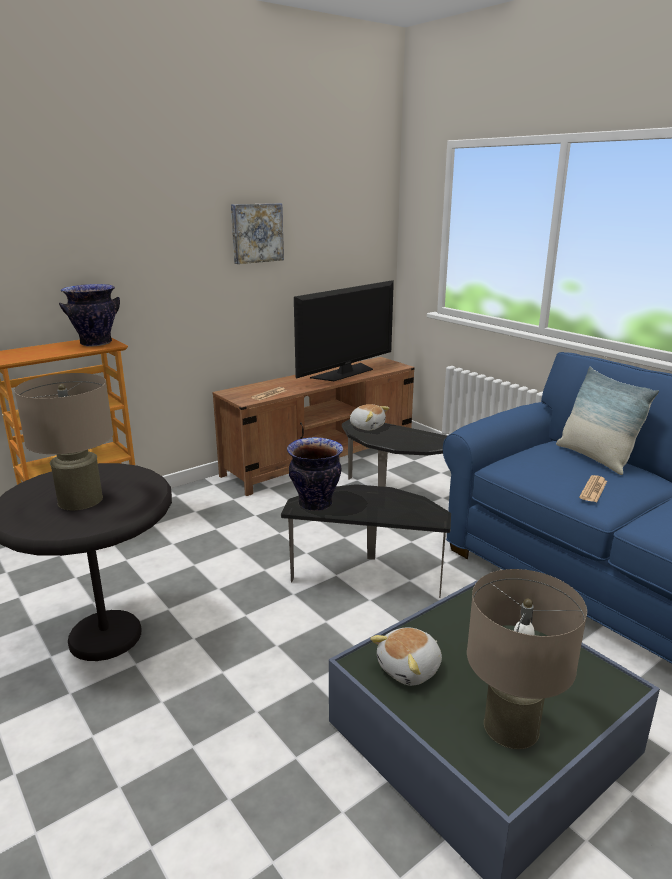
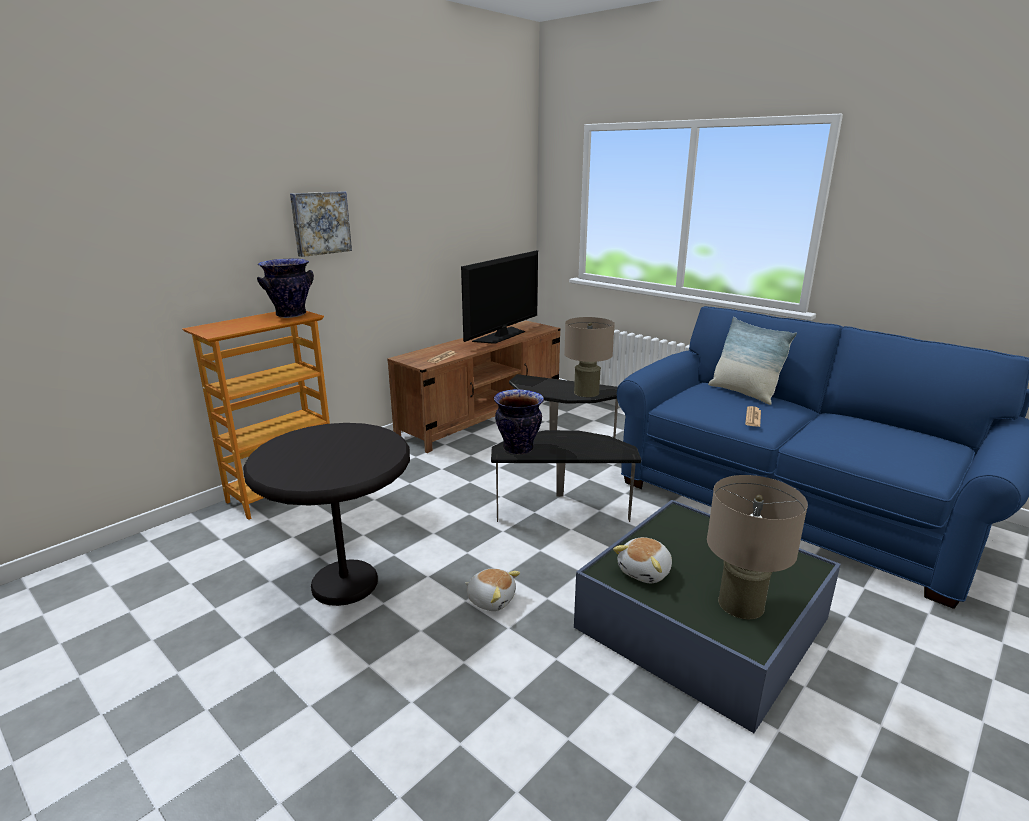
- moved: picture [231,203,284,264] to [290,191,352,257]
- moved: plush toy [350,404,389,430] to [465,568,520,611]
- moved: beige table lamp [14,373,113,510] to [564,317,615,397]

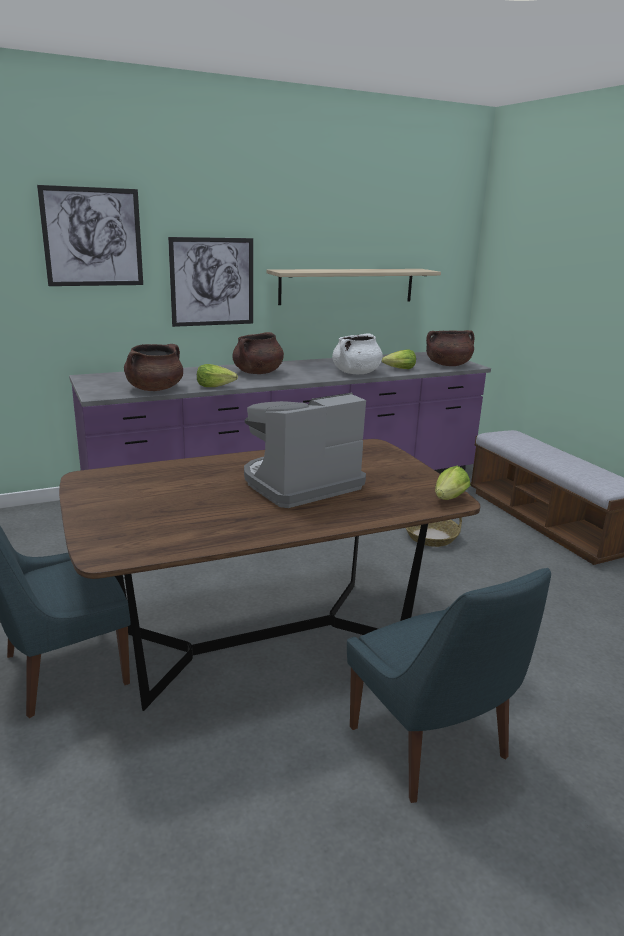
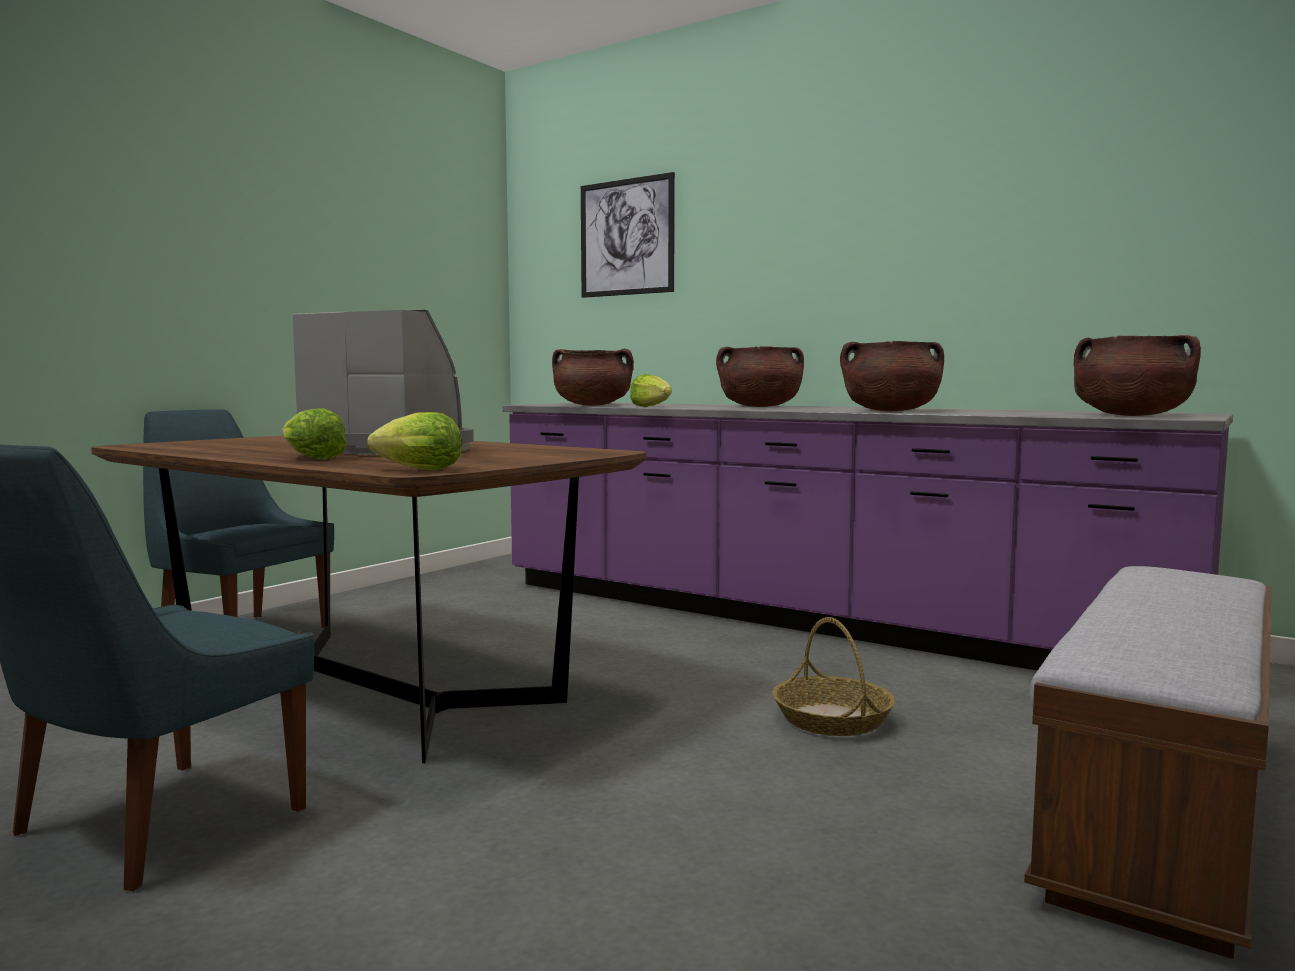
- moved: lettuce [382,350,416,369] to [283,408,347,460]
- recoloured: white cooking pot [332,334,383,374] to brown cooking pot [840,341,944,411]
- removed: picture [168,237,253,327]
- removed: shelf [266,269,441,305]

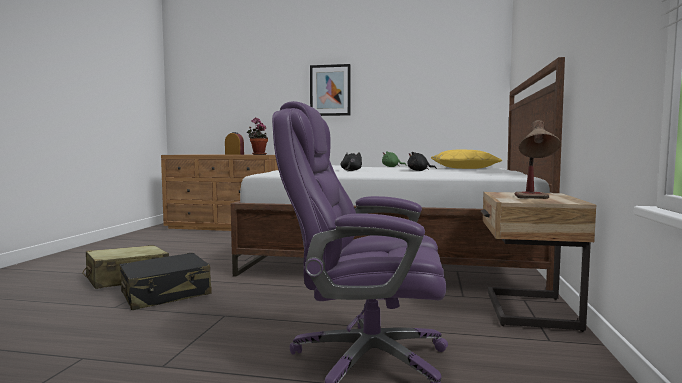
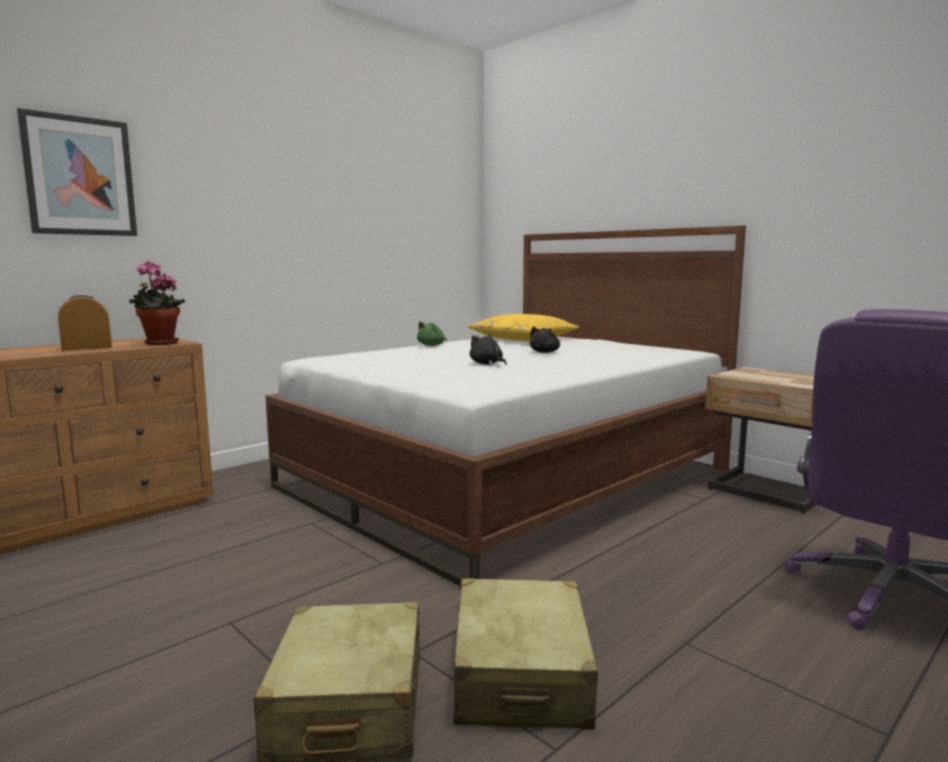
- moved: picture [310,64,351,116] to [17,108,137,236]
- recoloured: black suitcase [120,253,212,310] to beige suitcase [453,578,598,730]
- removed: table lamp [515,120,561,199]

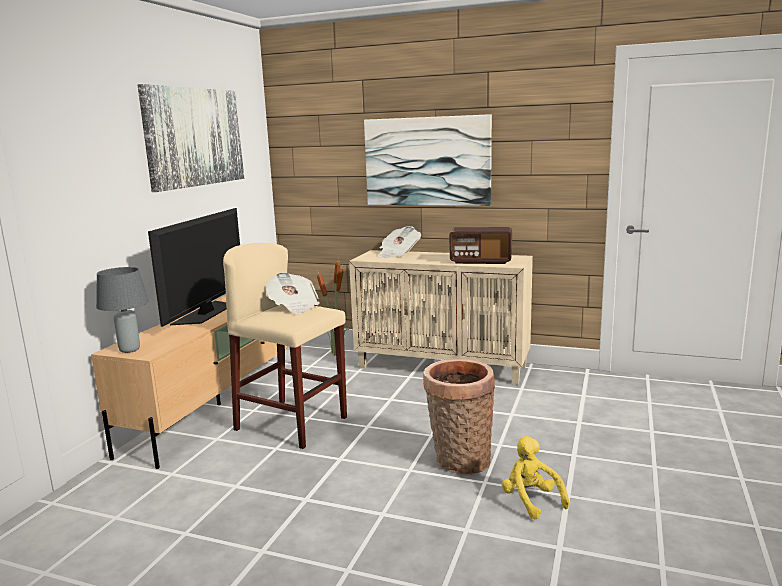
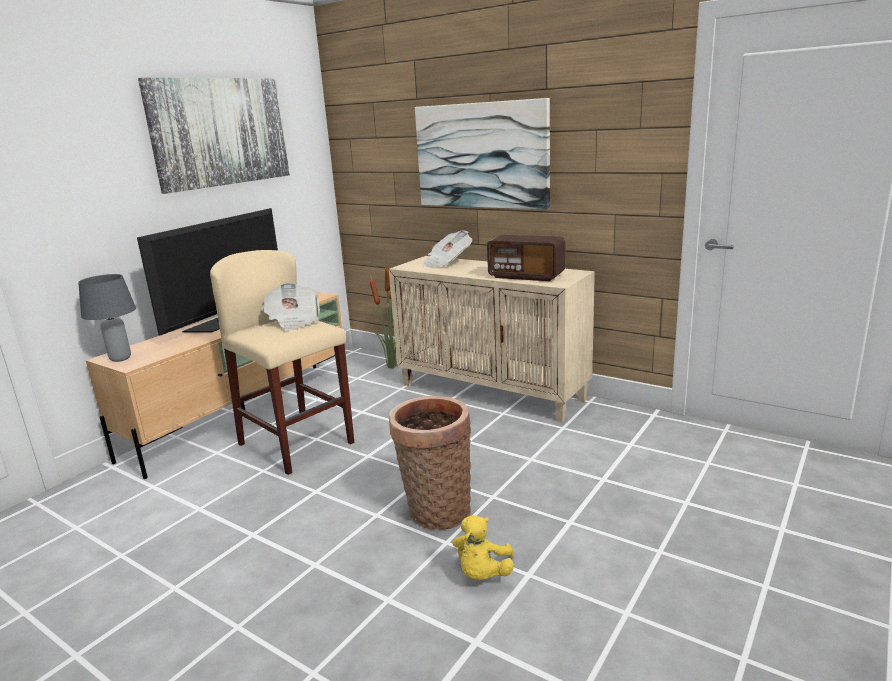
- turned: yellow plush toy [501,436,570,520] = [452,515,514,580] 150 degrees counterclockwise

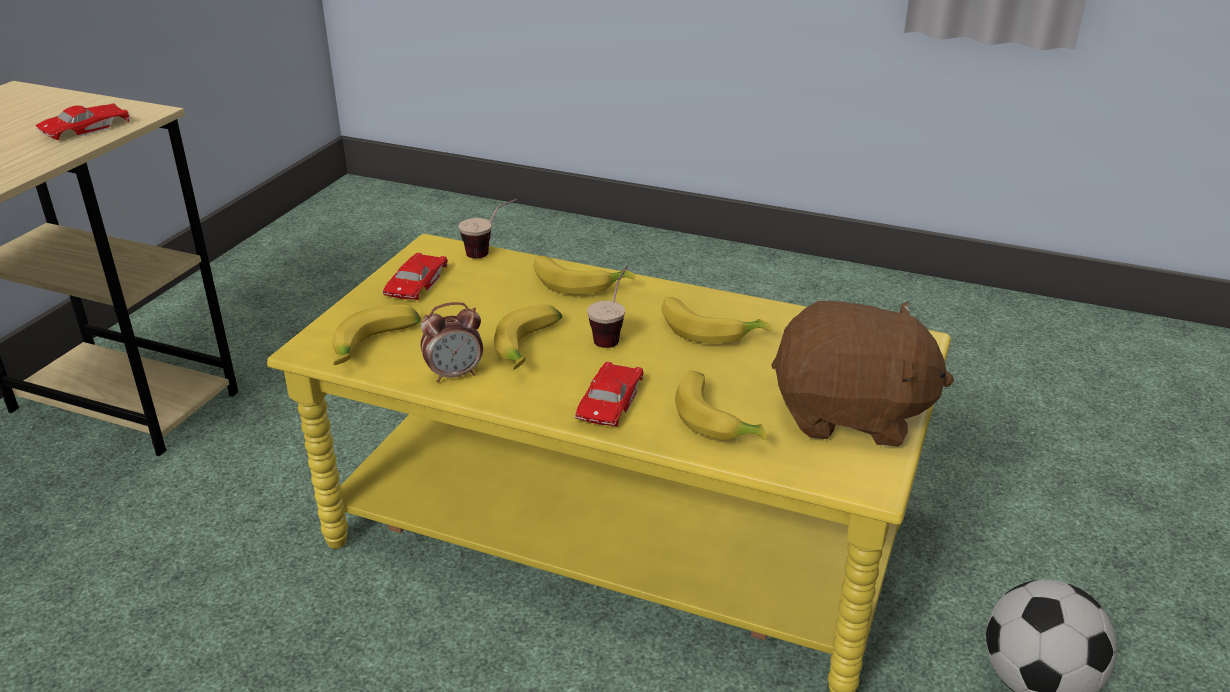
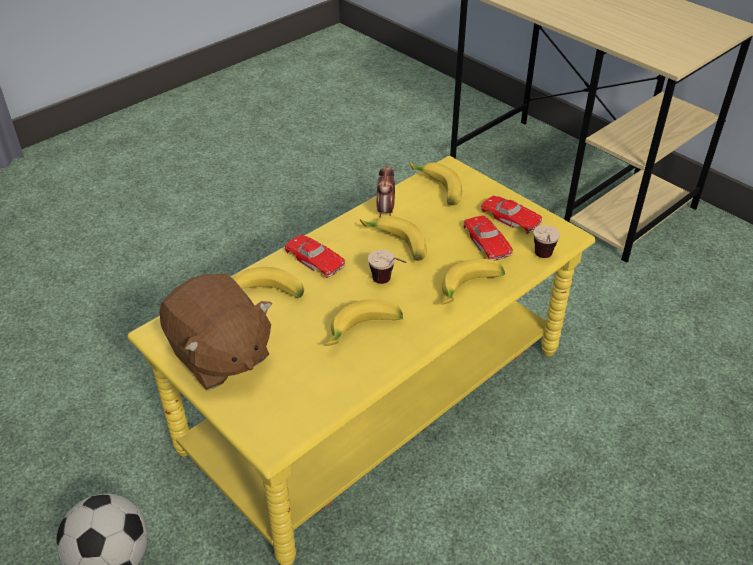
- turned: brown plush toy [771,301,954,446] = [160,273,272,390] 75 degrees counterclockwise
- moved: red toy car [35,104,131,140] to [463,216,513,260]

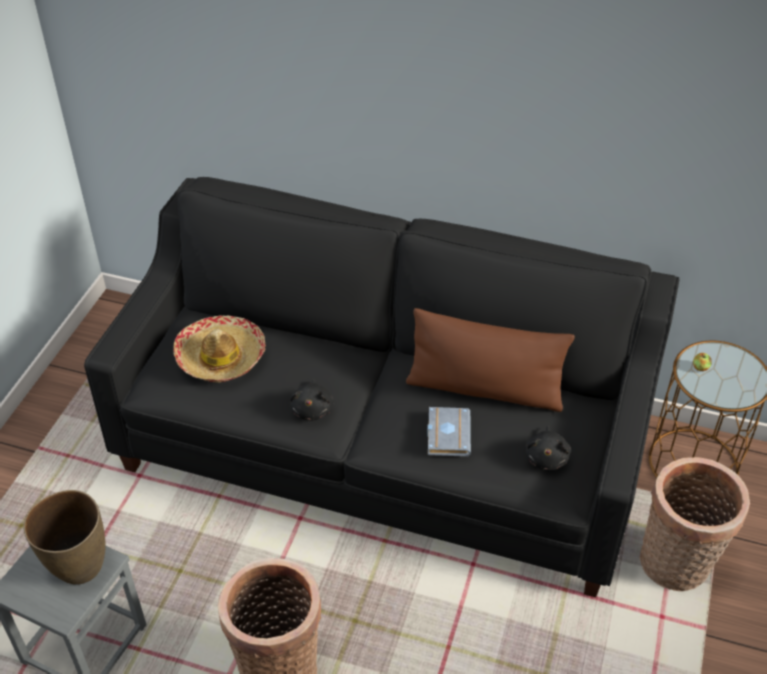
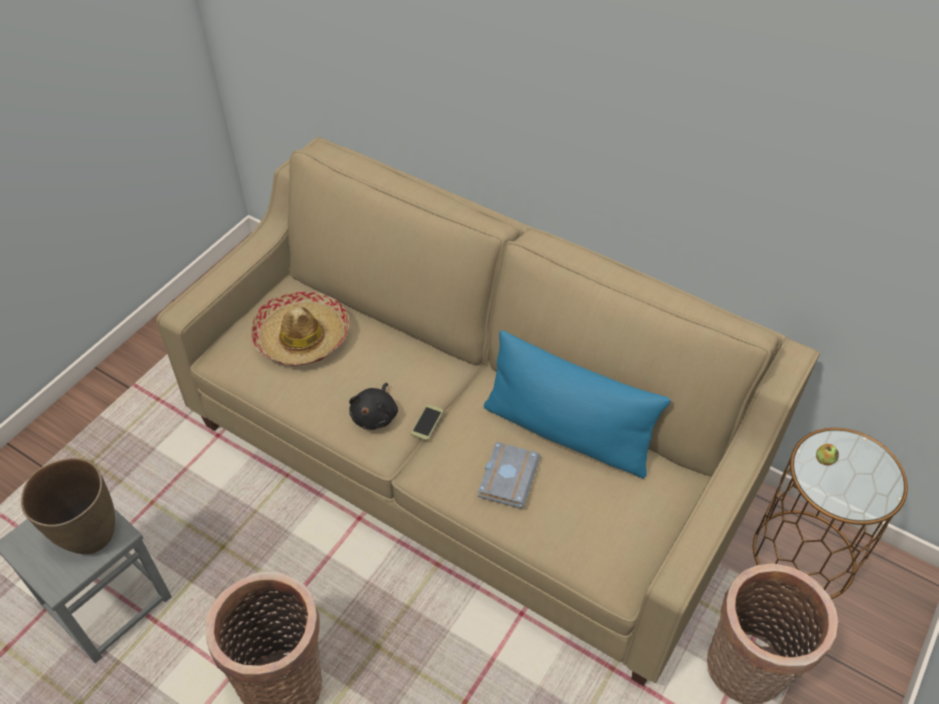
- recoloured: black sofa [84,177,679,597] to beige sofa [156,137,820,686]
- added: phone [411,404,443,440]
- recoloured: brown pillow [406,308,575,412] to blue pillow [484,330,670,479]
- removed: black plush toy [525,426,571,470]

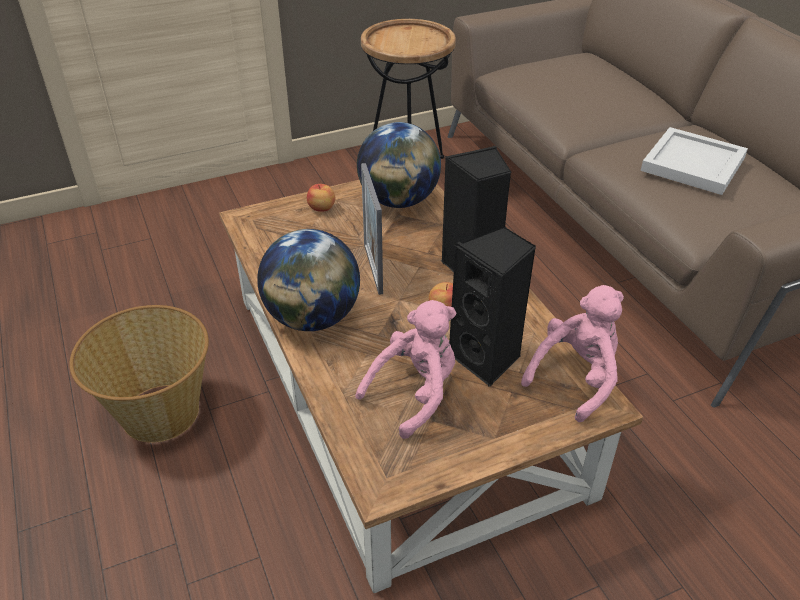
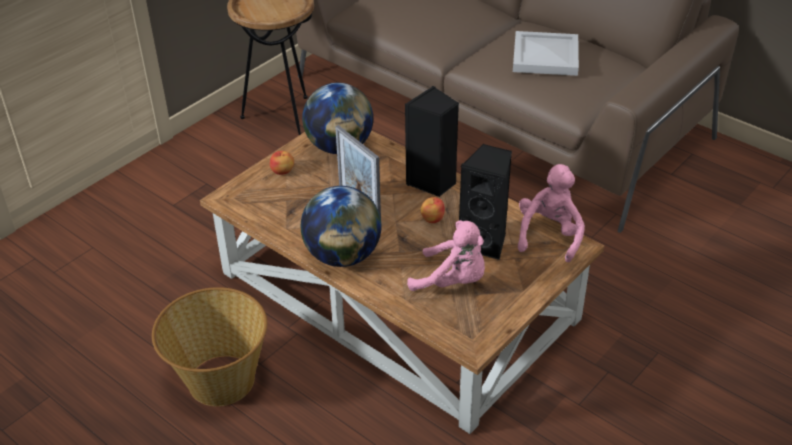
- turned: pink plush toy [355,300,456,439] = [407,220,485,291] 90 degrees clockwise

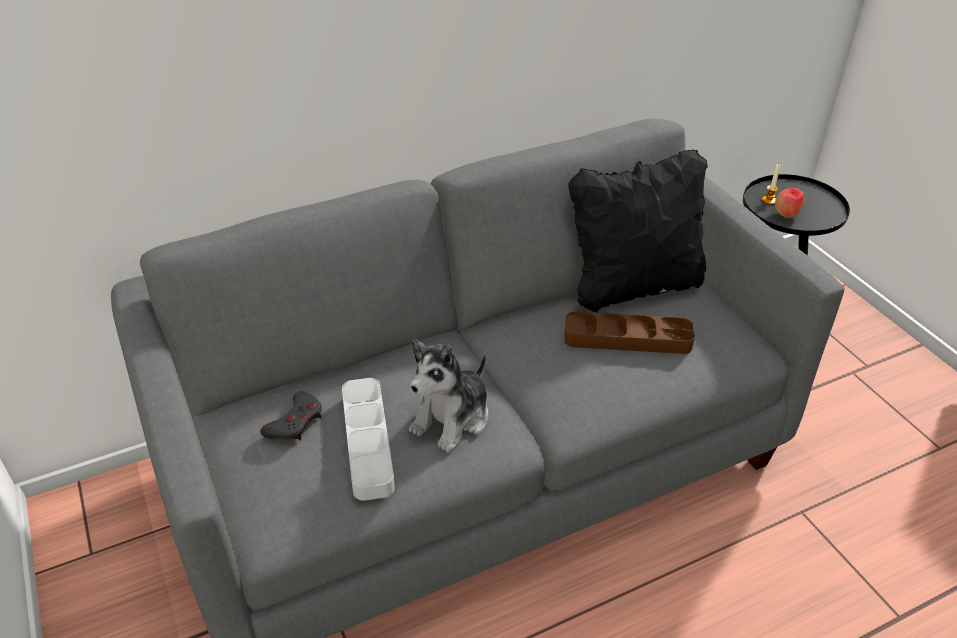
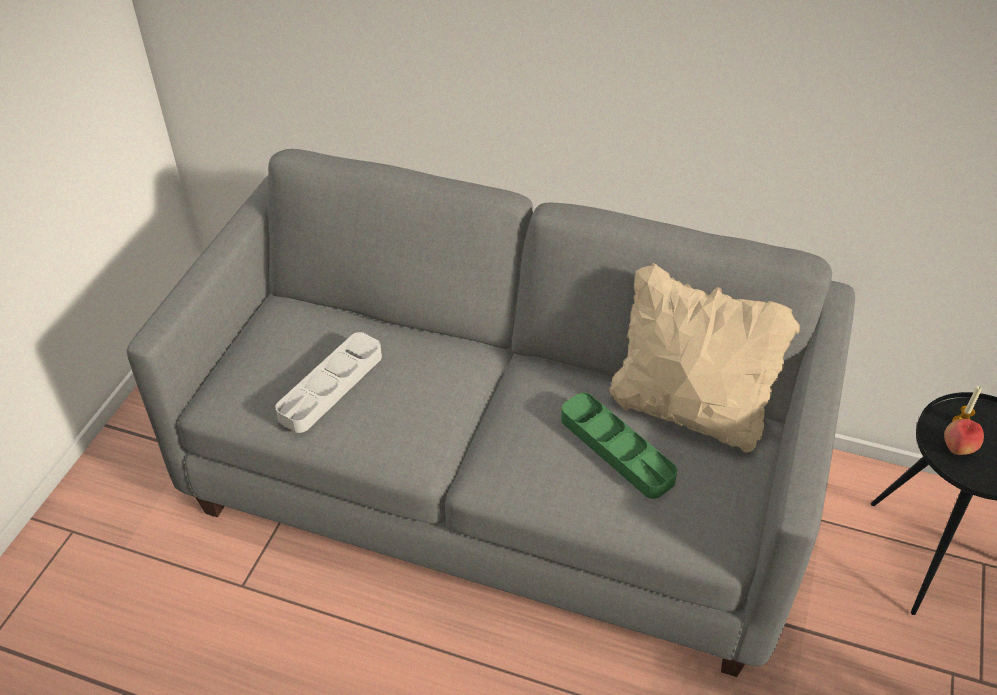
- recoloured: brown tray [564,312,695,354] to green tray [561,393,678,499]
- recoloured: black pillow [568,150,708,312] to beige pillow [609,263,800,453]
- removed: grey game controller [260,391,322,440]
- removed: plush toy [409,339,488,452]

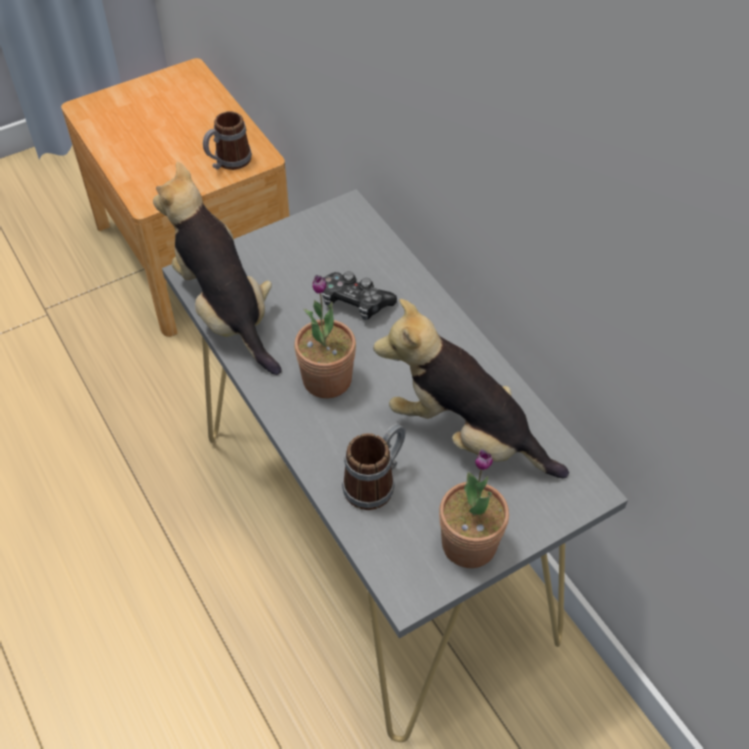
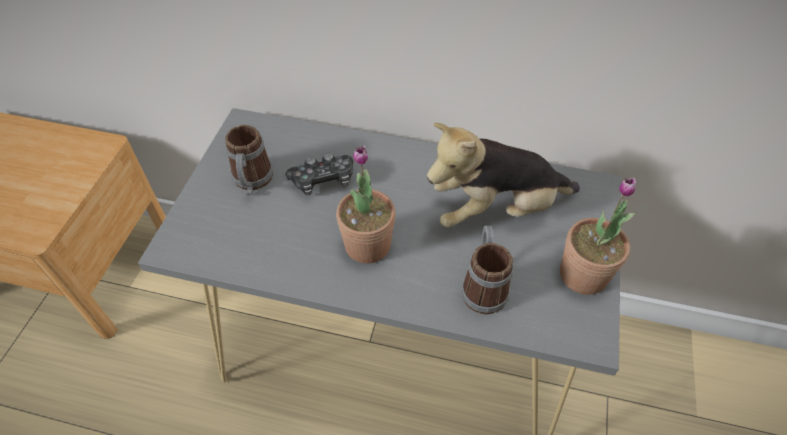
- moved: mug [203,111,252,170] to [225,125,273,195]
- removed: plush toy [153,162,281,375]

